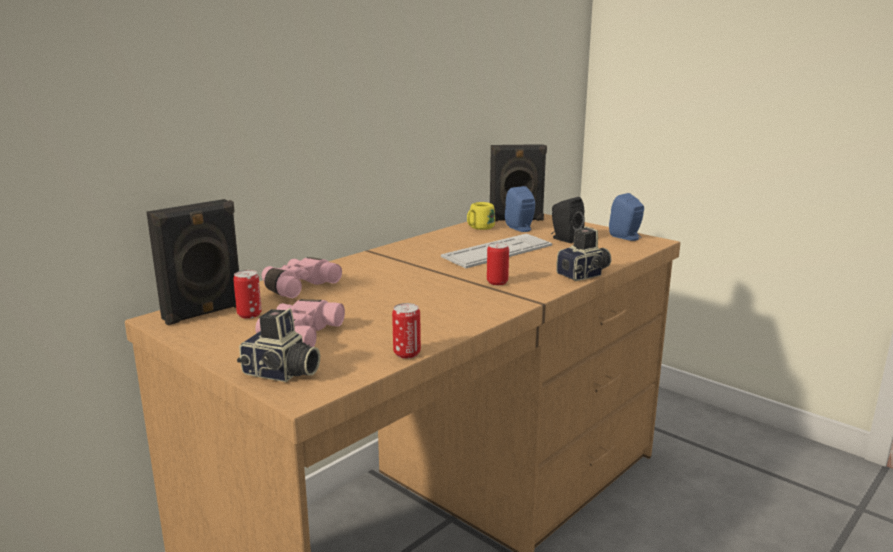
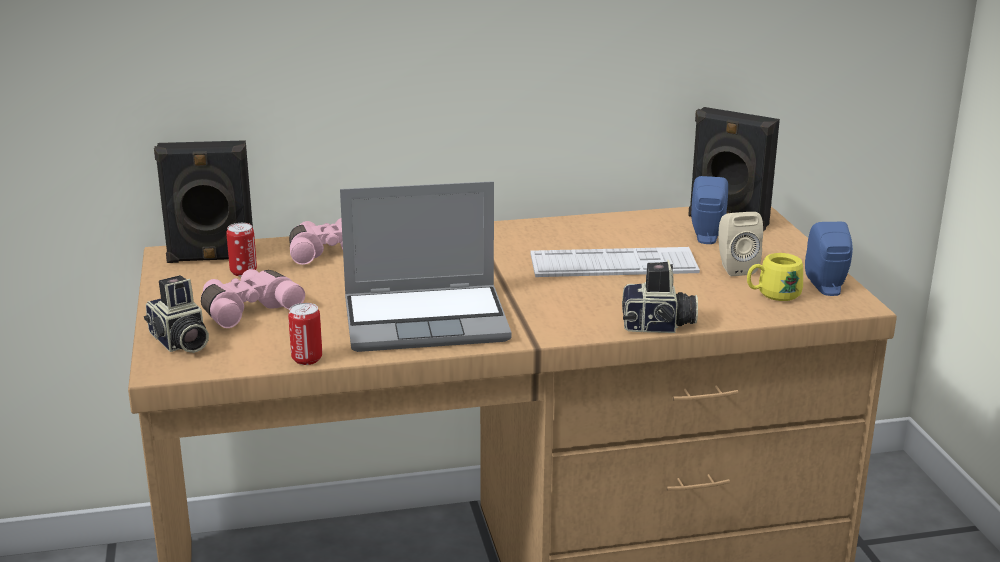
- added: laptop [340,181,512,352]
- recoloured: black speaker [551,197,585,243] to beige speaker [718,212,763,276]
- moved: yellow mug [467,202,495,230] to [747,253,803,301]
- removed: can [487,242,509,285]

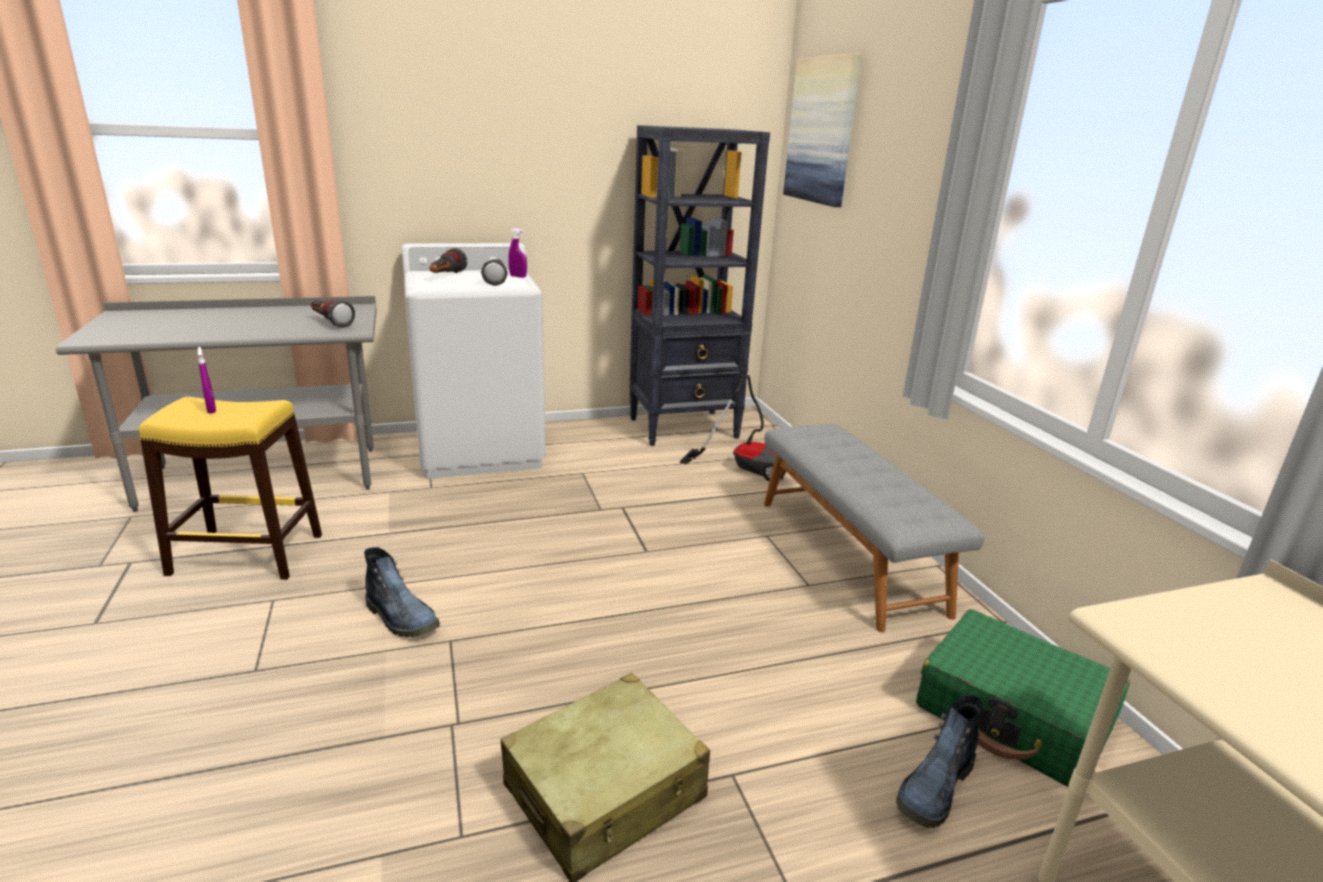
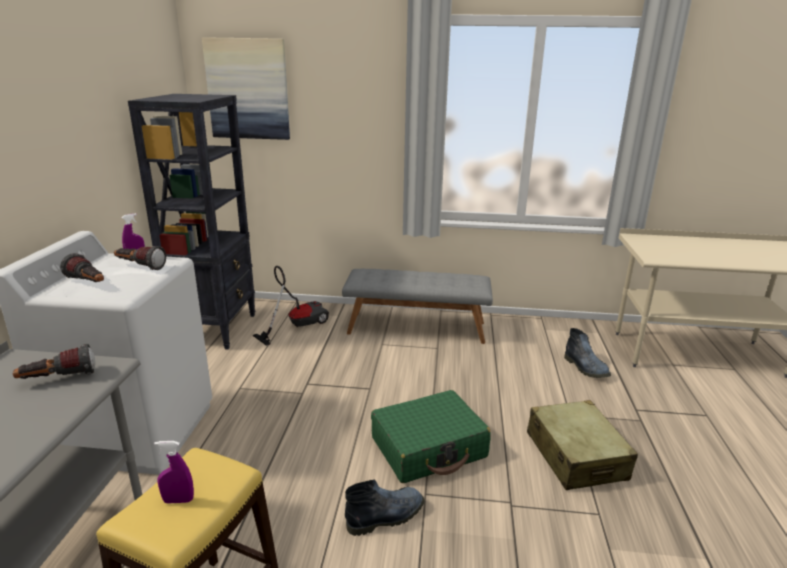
- moved: green suitcase [916,609,1130,786] to [371,390,491,483]

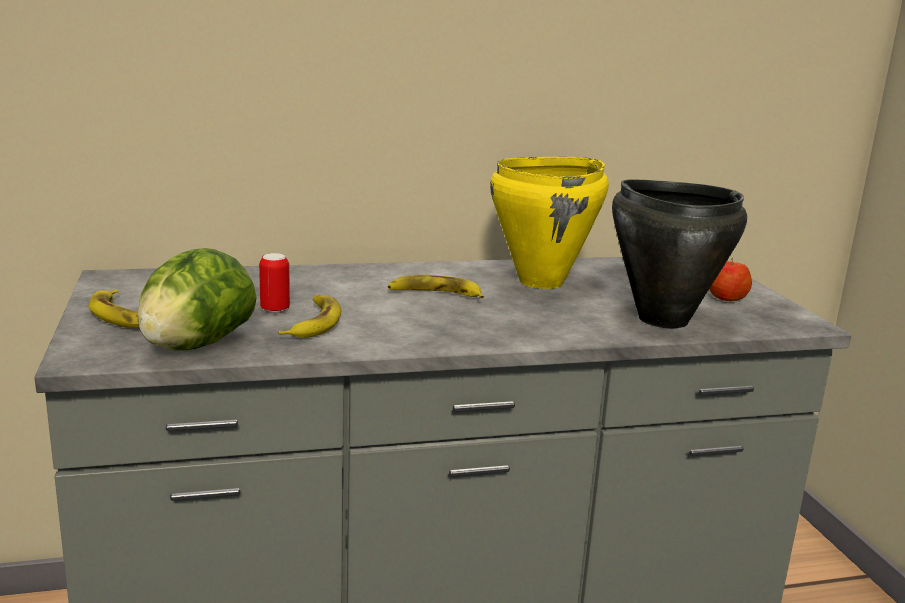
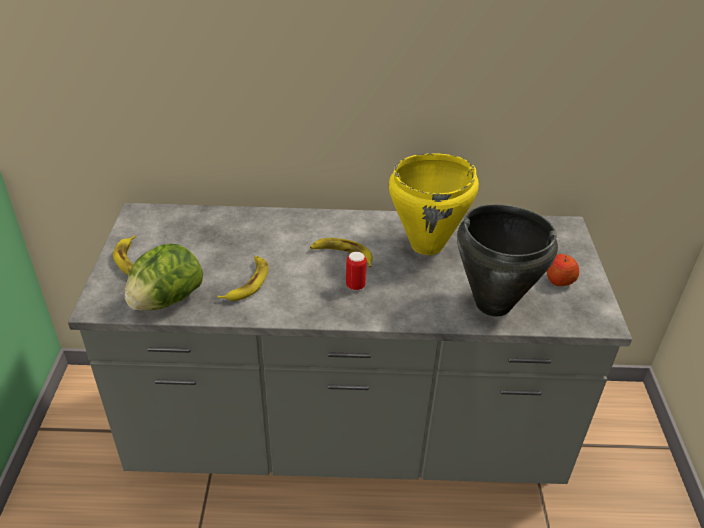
- moved: can [259,253,290,313] to [346,252,367,291]

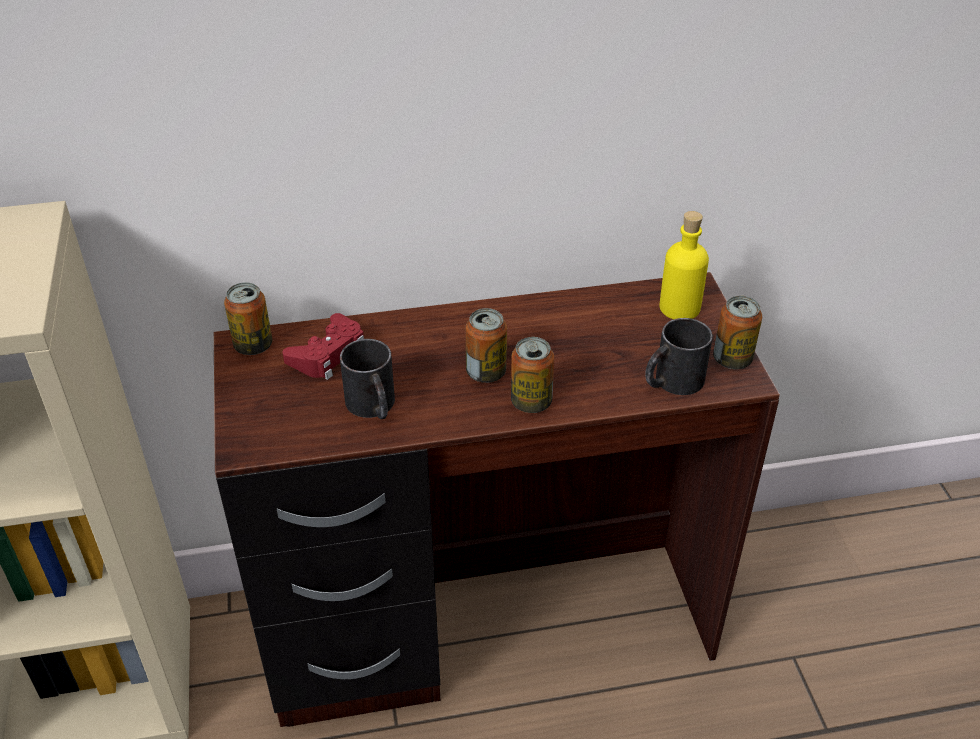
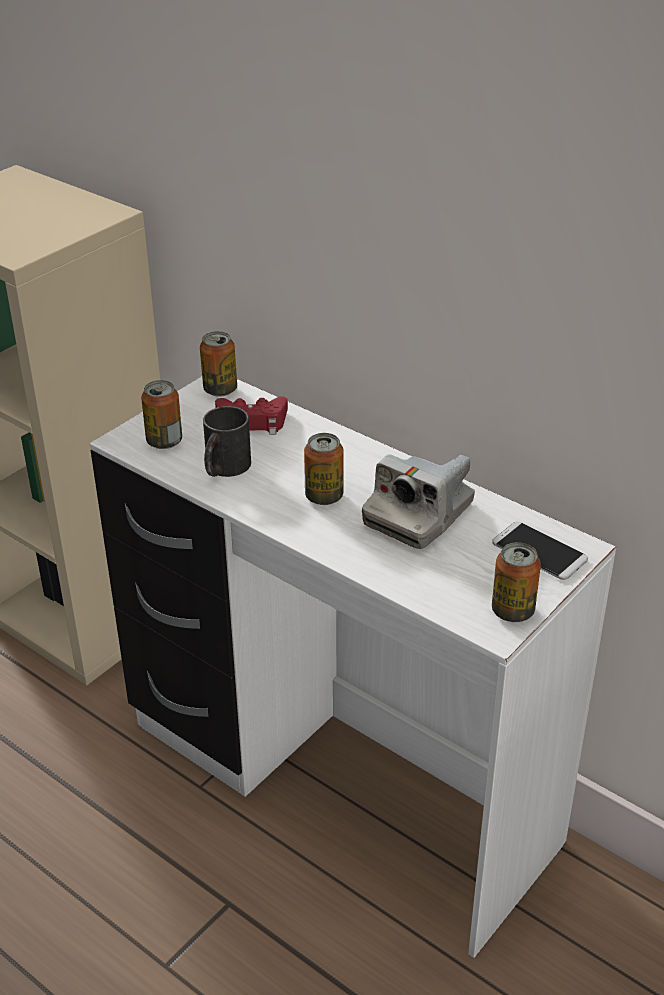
- recoloured: brown desk [214,272,780,727] to white desk [90,376,616,958]
- moved: can [511,337,554,413] to [141,380,182,449]
- added: photo camera [362,454,475,549]
- replaced: yellow bottle [660,211,709,319] to phone [492,522,588,580]
- removed: black mug [645,318,713,395]

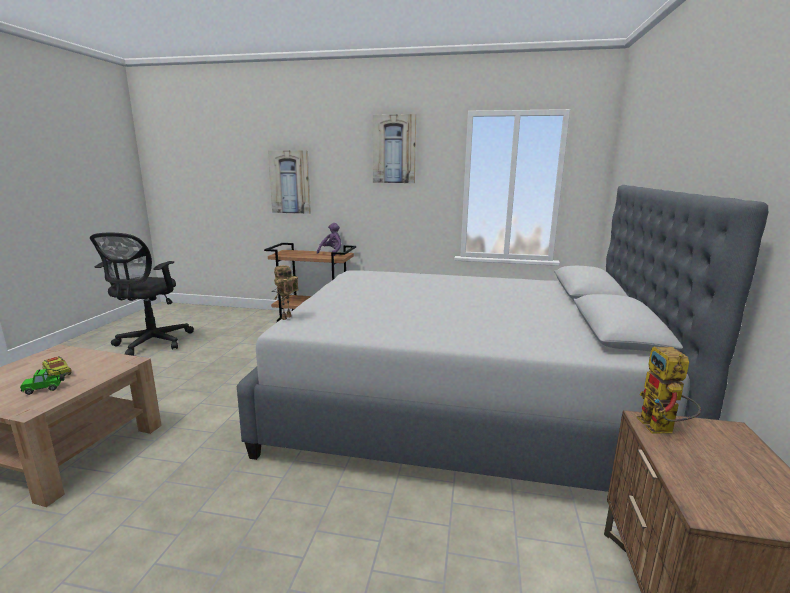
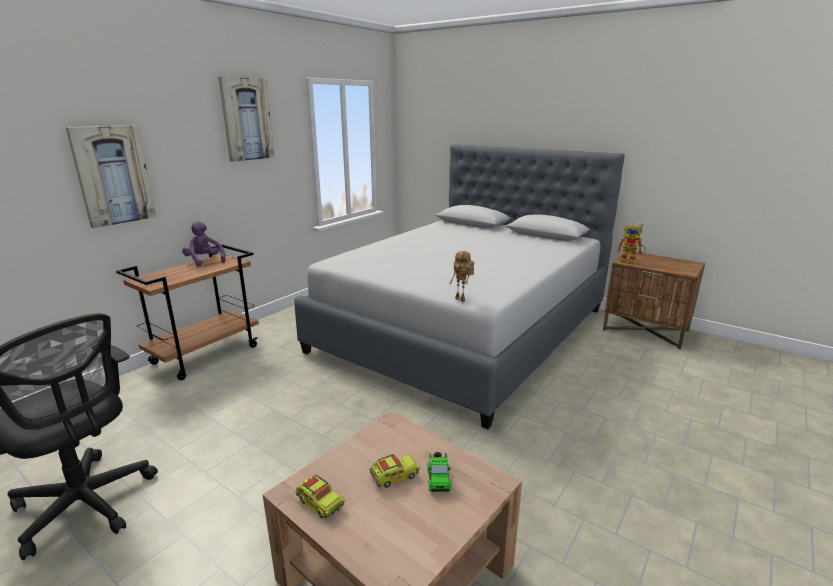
- added: toy truck [296,475,345,518]

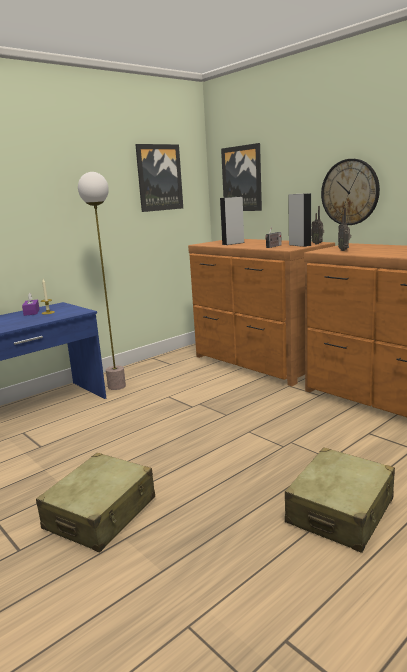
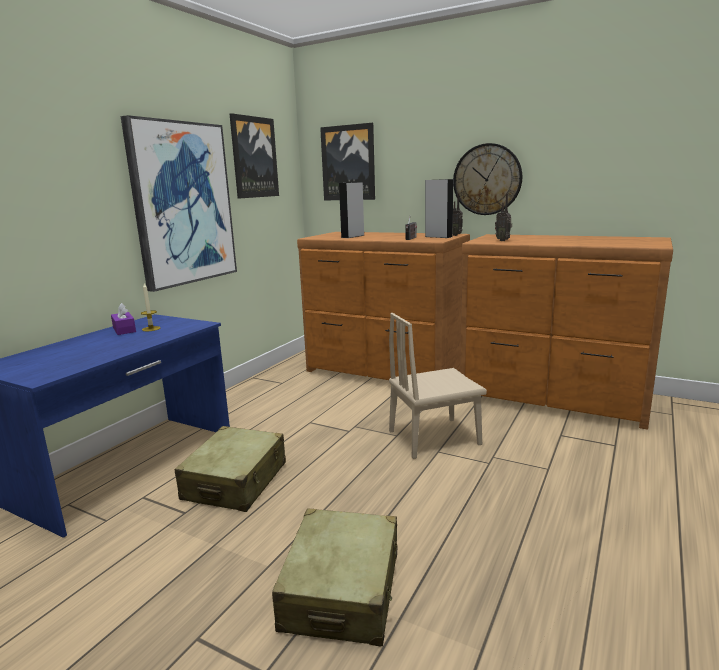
- added: picture [121,115,237,292]
- moved: beige suitcase [285,447,395,553] to [175,426,286,512]
- added: beige chair [389,313,487,459]
- removed: floor lamp [78,172,126,390]

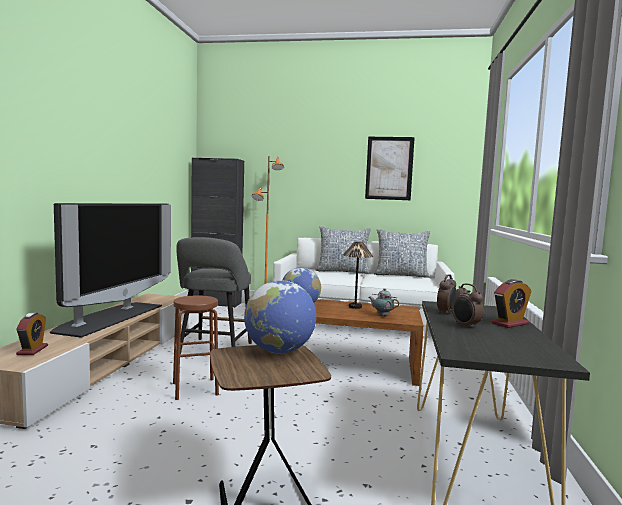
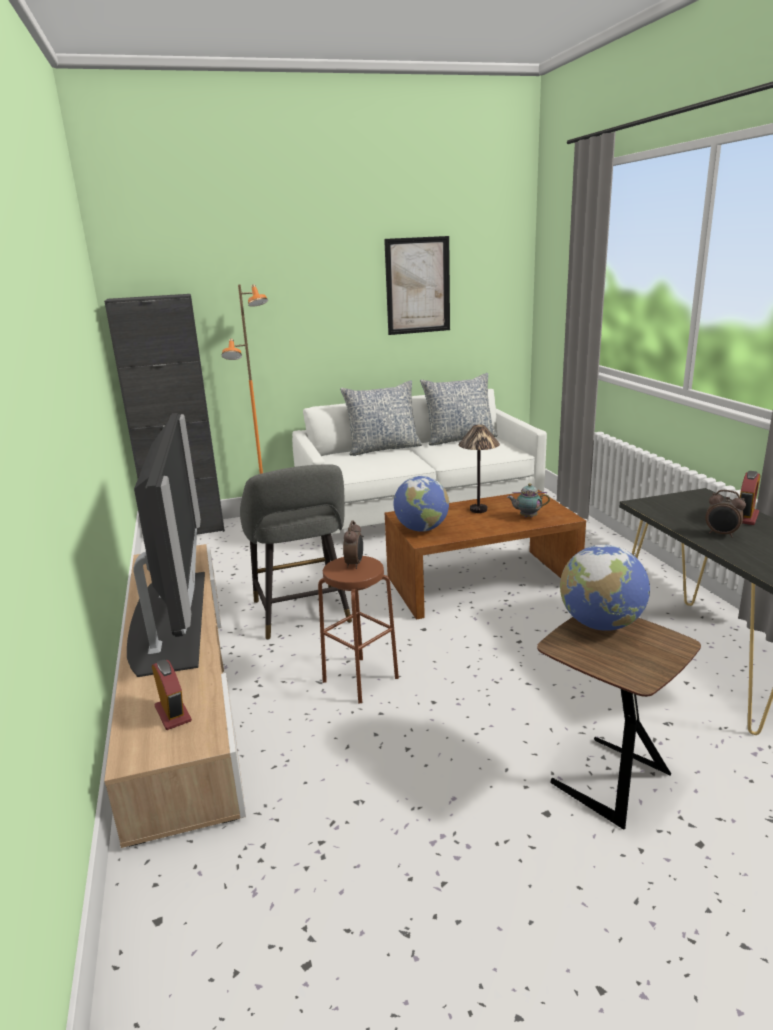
- moved: alarm clock [437,274,456,314] to [343,521,363,569]

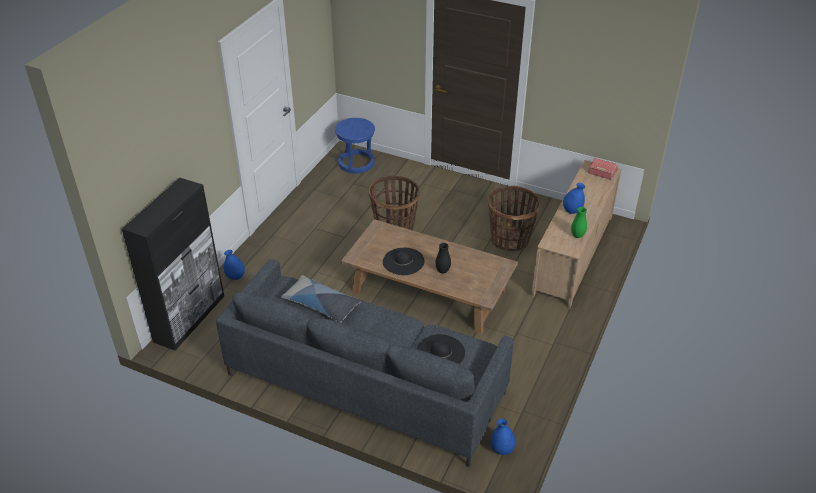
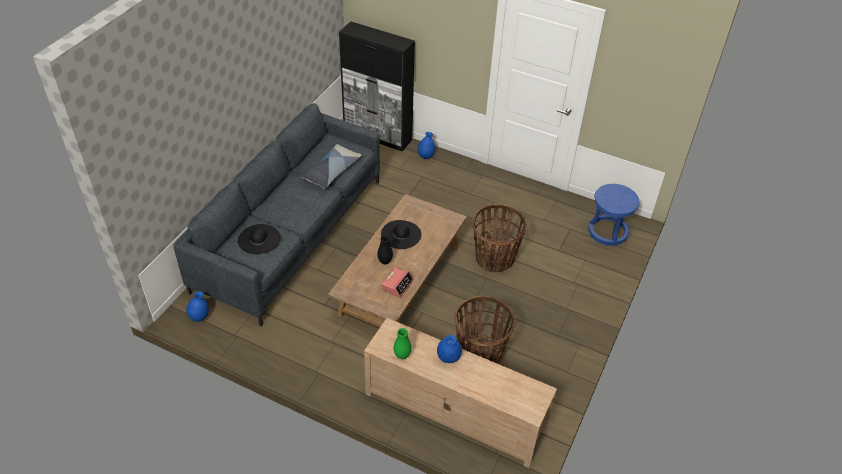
- moved: alarm clock [588,158,618,180] to [381,267,414,297]

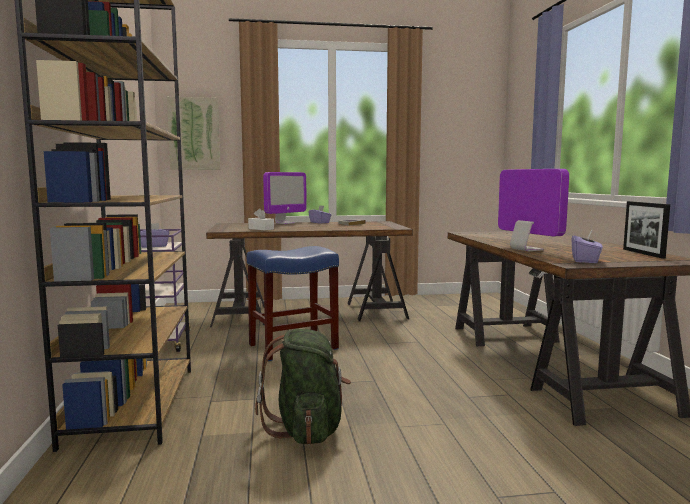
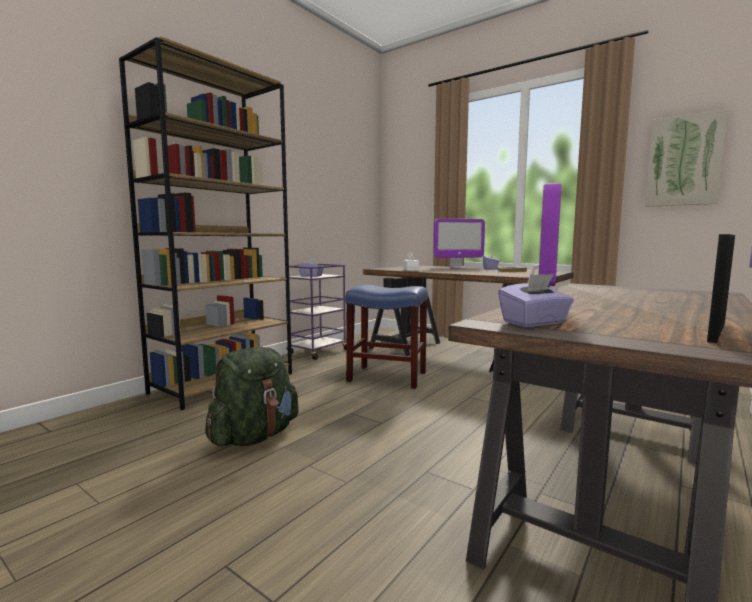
- moved: picture [167,97,221,170] to [645,109,728,207]

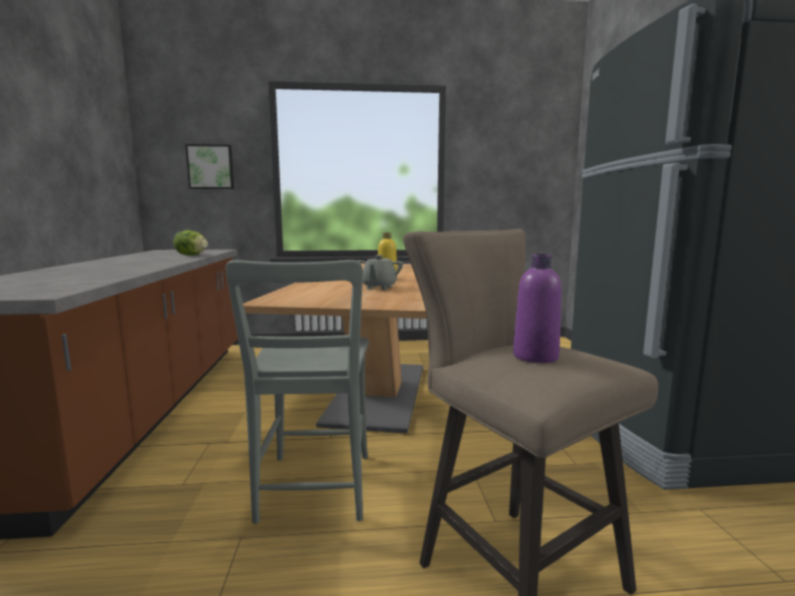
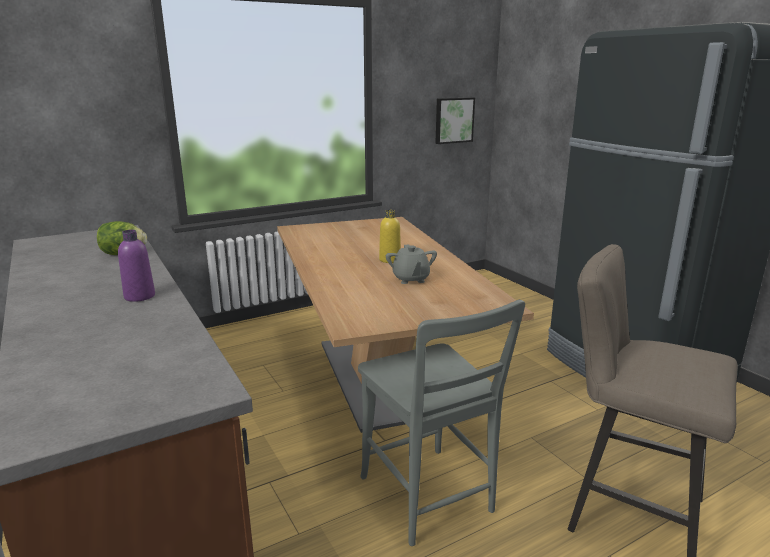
- moved: purple bottle [513,254,562,363] to [118,230,155,302]
- moved: picture [185,144,234,189] to [435,97,475,144]

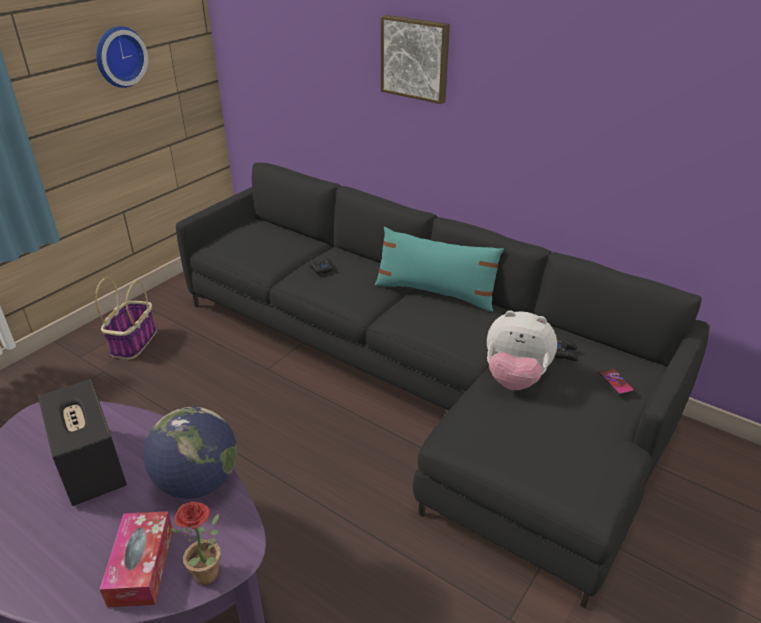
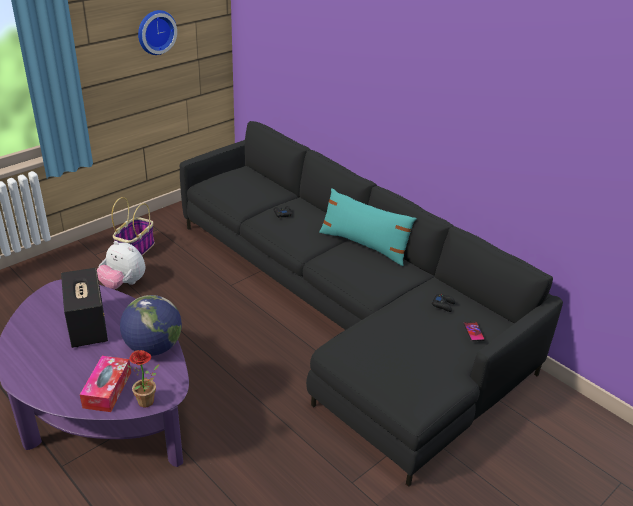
- moved: plush toy [487,310,557,390] to [97,241,145,289]
- removed: picture [381,15,450,104]

